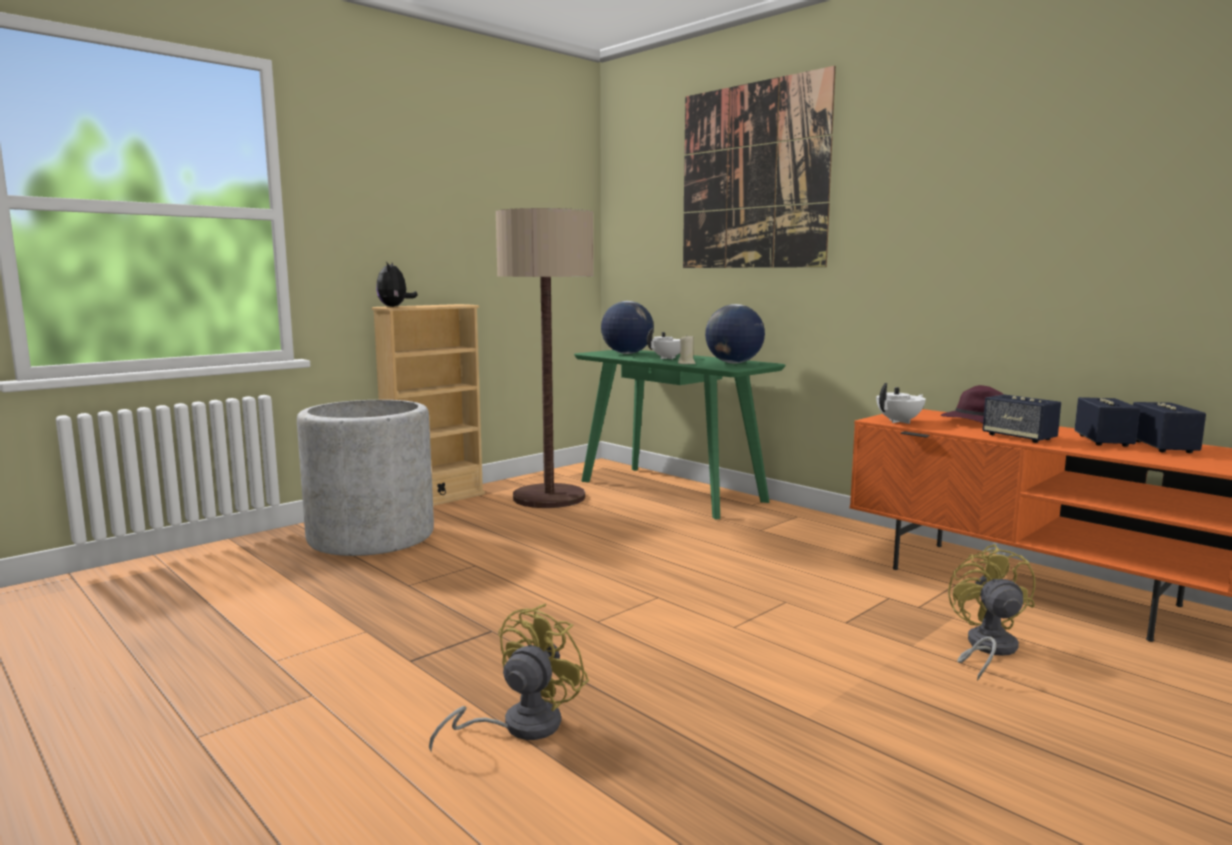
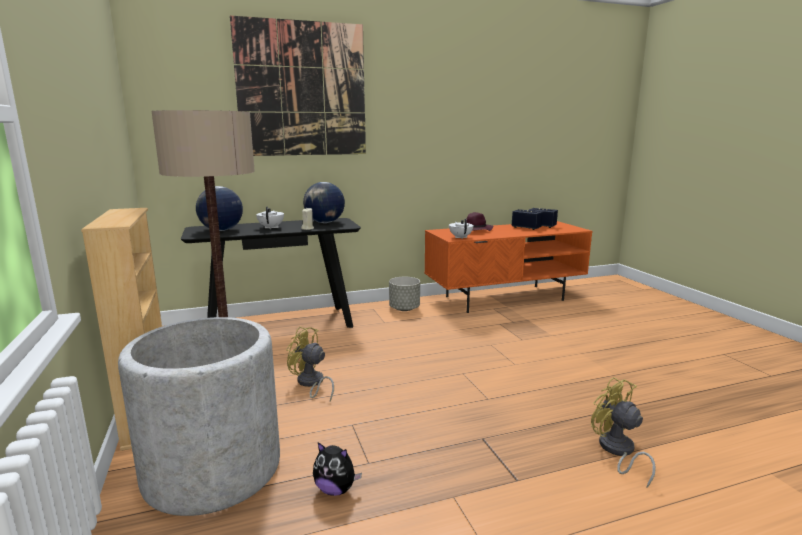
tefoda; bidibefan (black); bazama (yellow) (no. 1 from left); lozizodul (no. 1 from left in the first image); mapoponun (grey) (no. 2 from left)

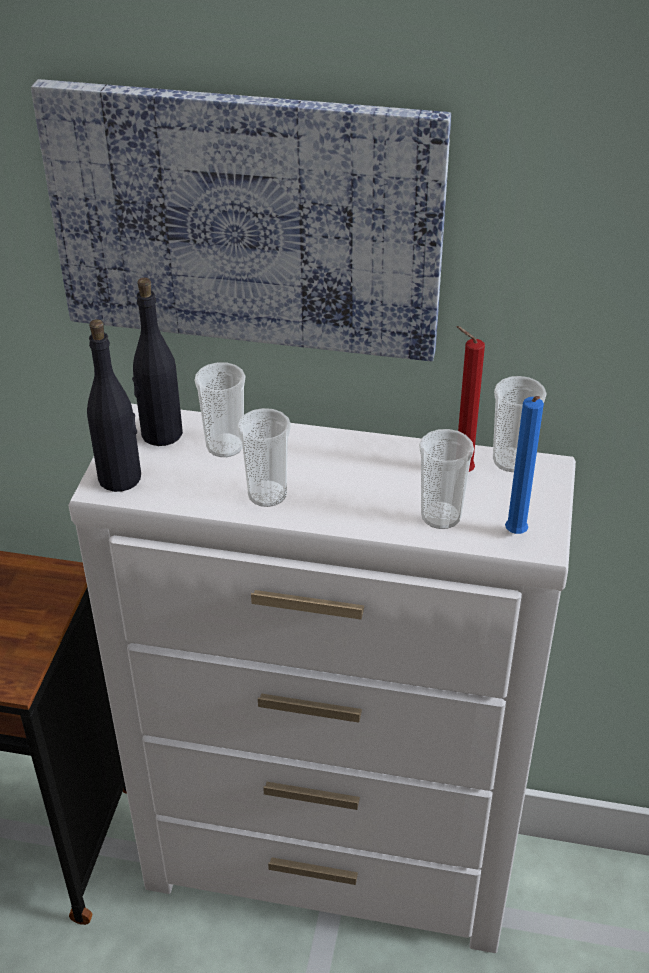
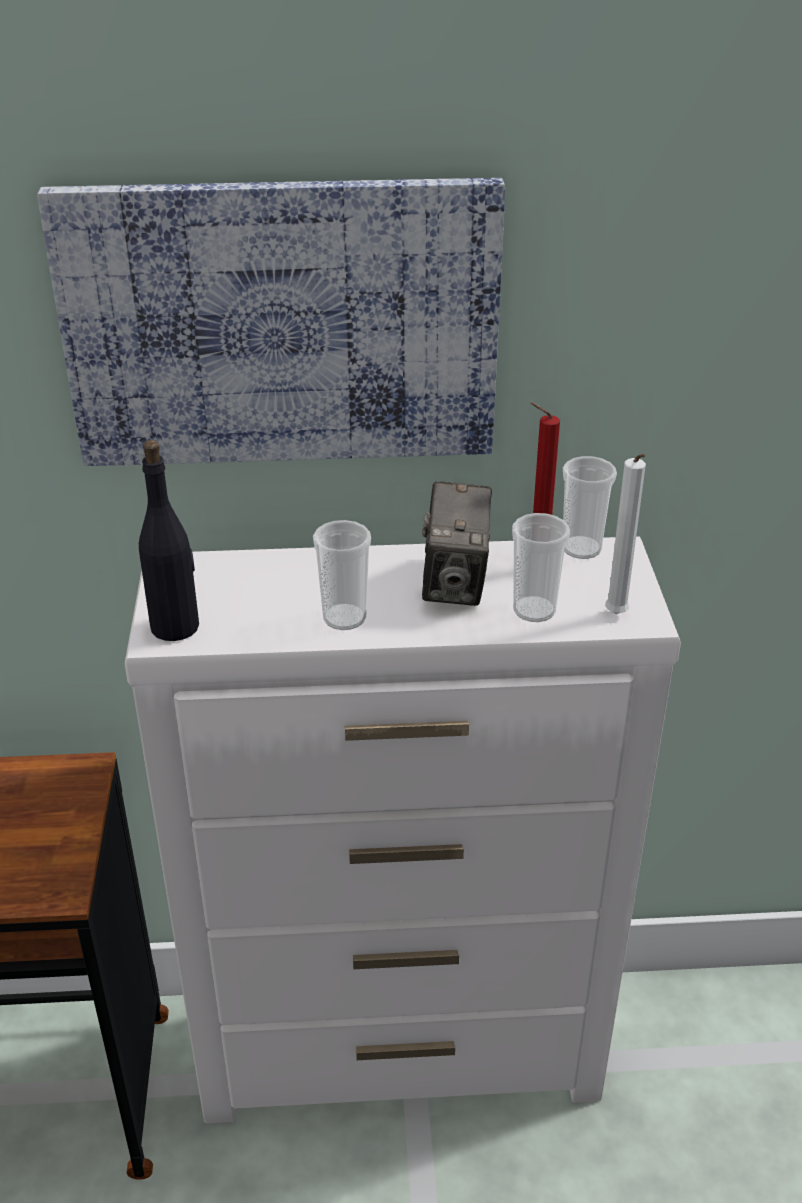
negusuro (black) (no. 2 from left in the first image); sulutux (no. 1 from left in the first image); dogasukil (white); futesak

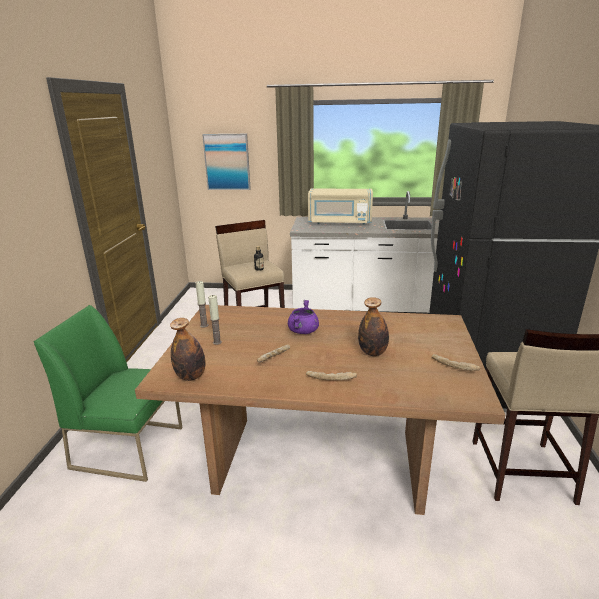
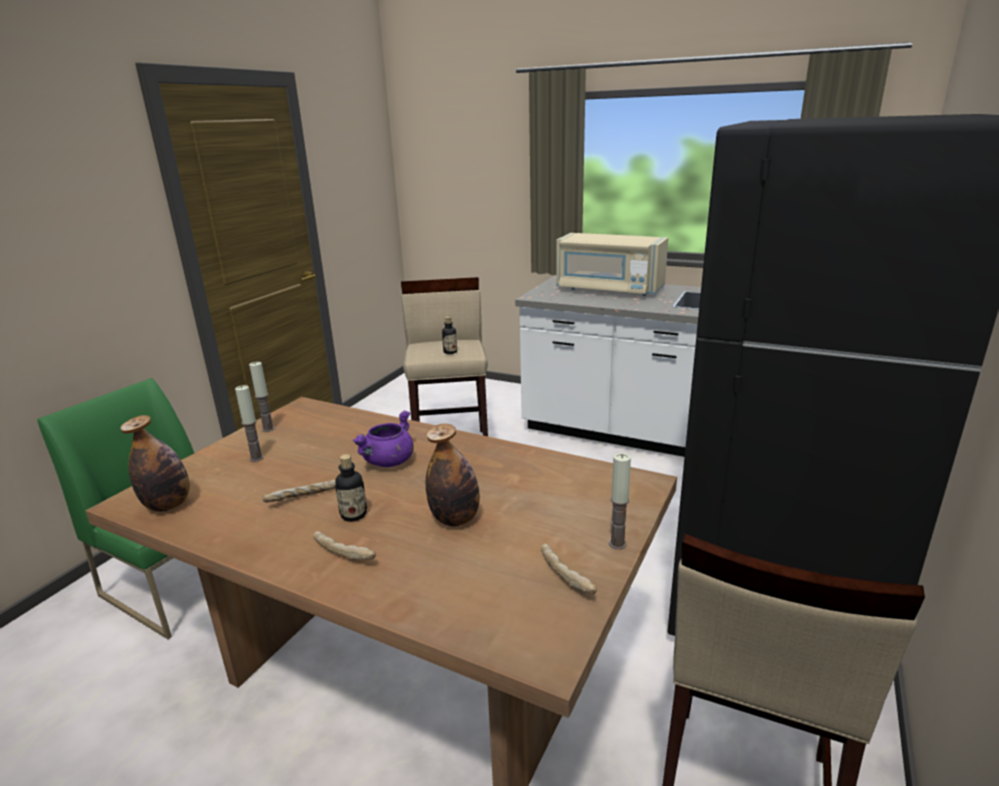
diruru; negusuro (no. 2 from left); dogasukil (no. 3 from left)

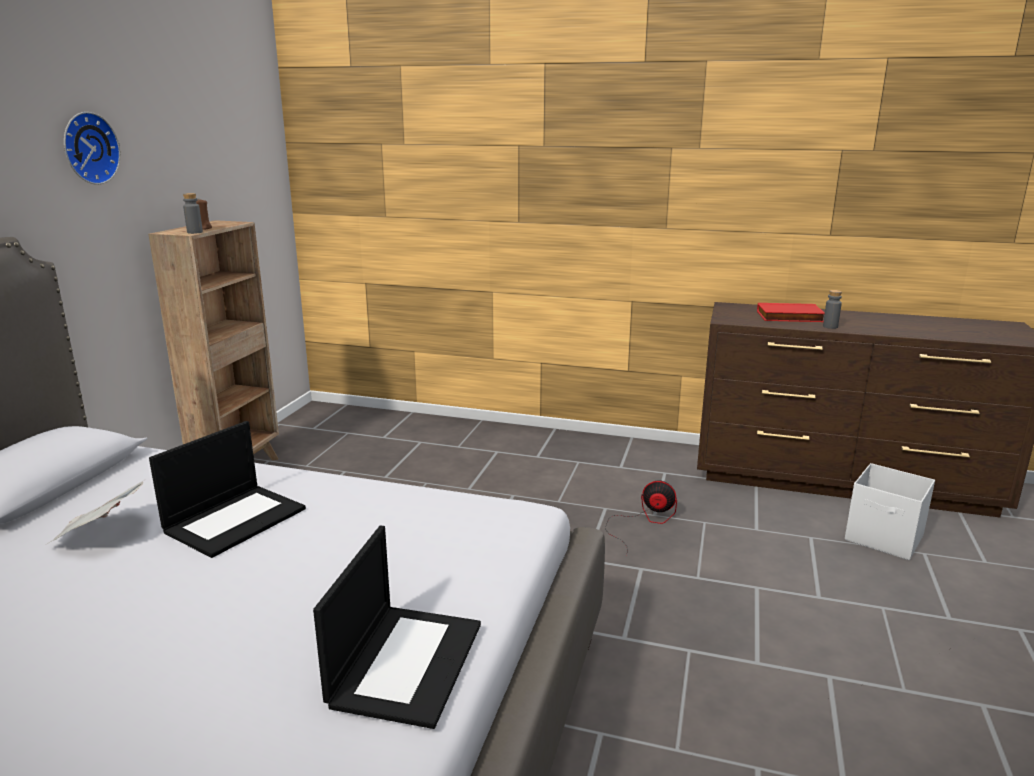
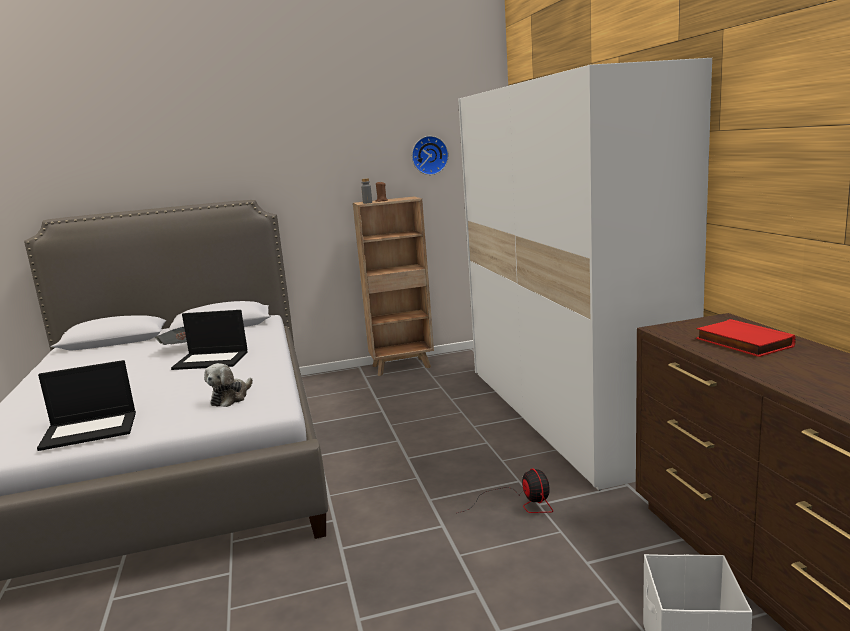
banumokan; negusuro (grey) (no. 2 from left in the first image); tefoda; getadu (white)

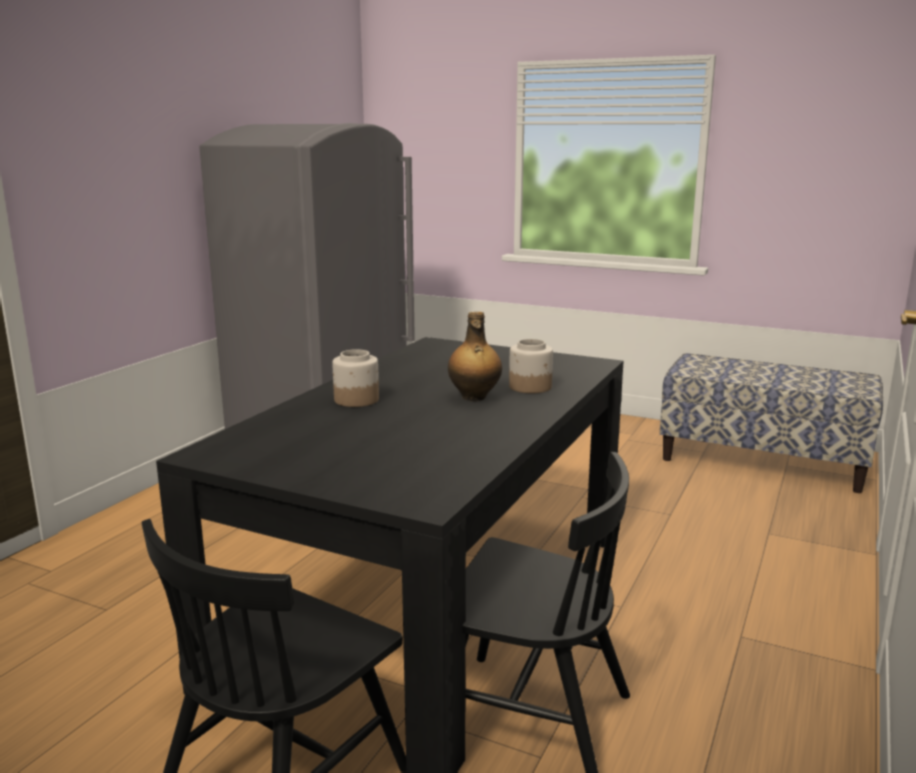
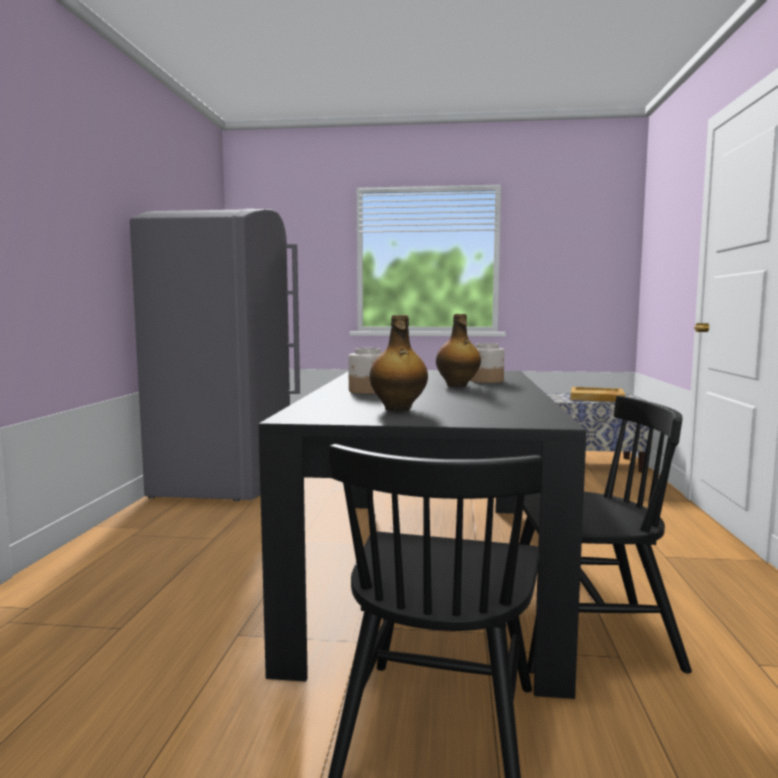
negusuro (no. 1 from left); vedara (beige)

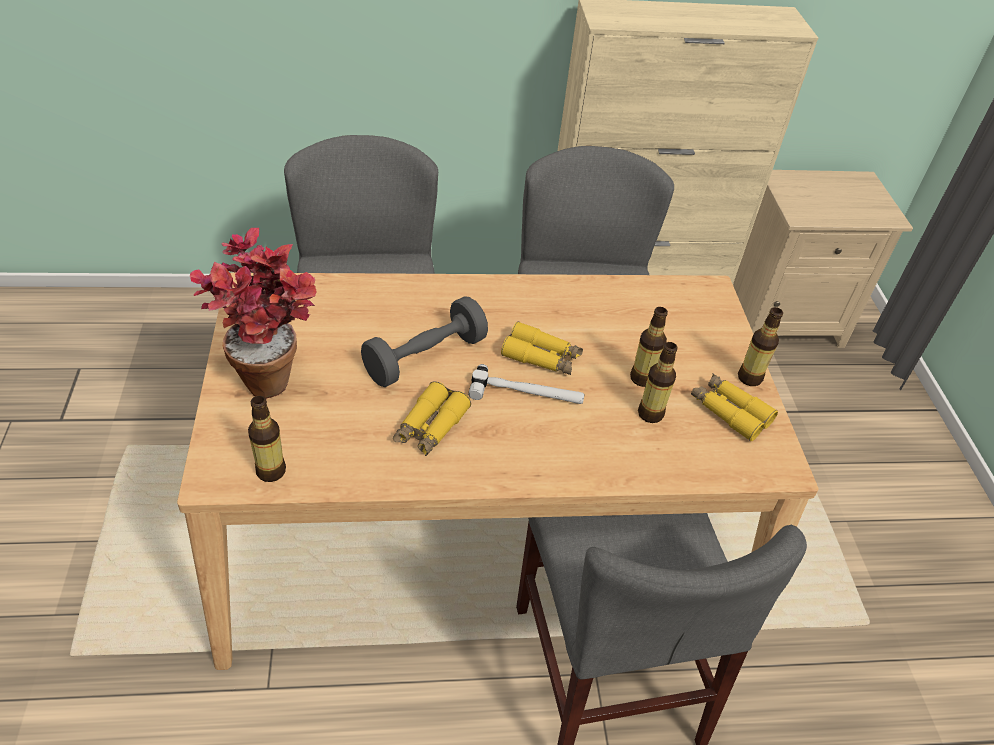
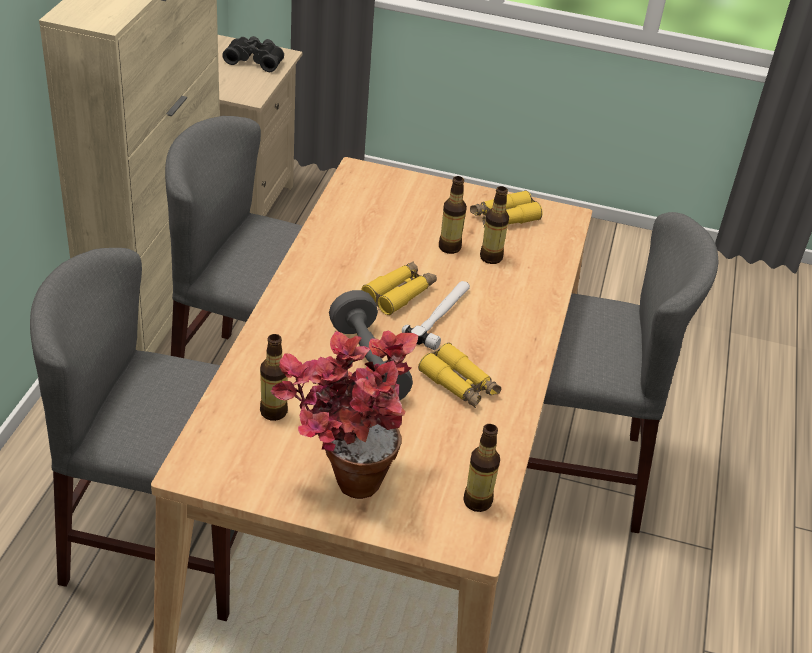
negusuro (no. 1 from left); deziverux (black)

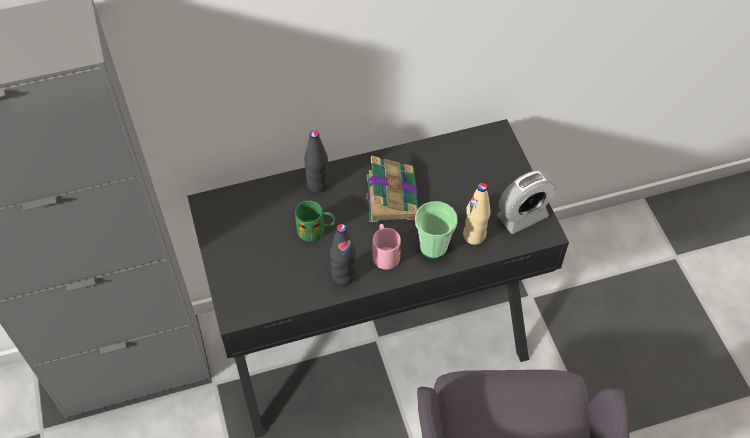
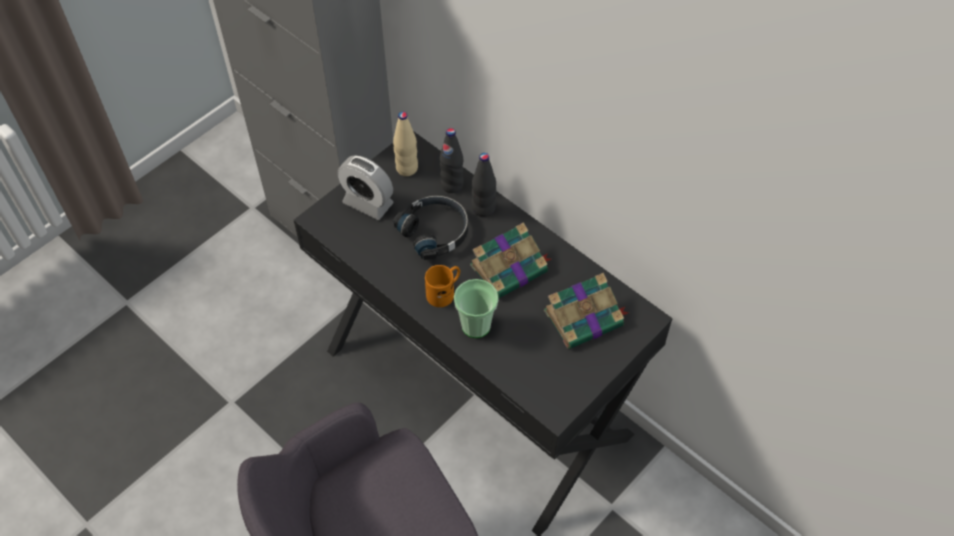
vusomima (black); negusuro (black) (no. 1 from left); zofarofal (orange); negusuro (beige); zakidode; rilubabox (no. 2 from left)

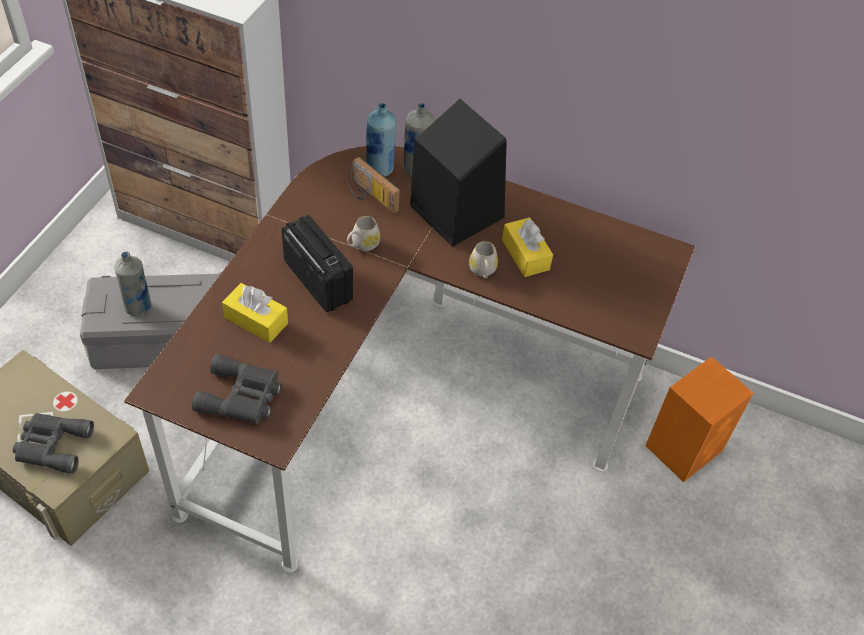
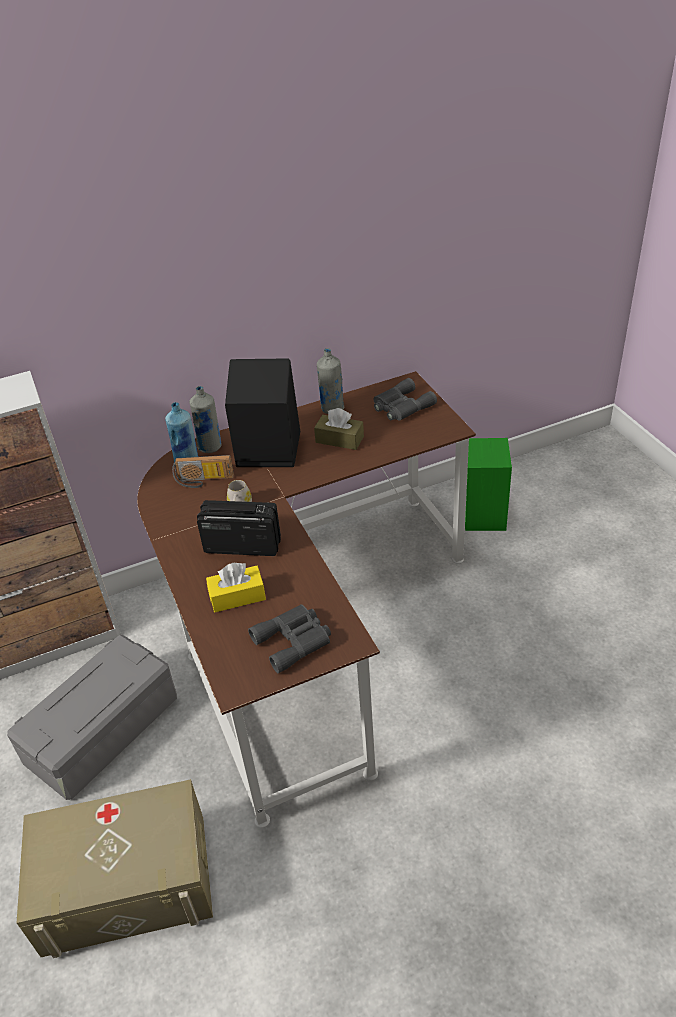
deziverux (grey) (no. 2 from left); negusuro (grey) (no. 2 from left); zofarofal (white) (no. 2 from left in the first image); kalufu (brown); lozizodul (green)

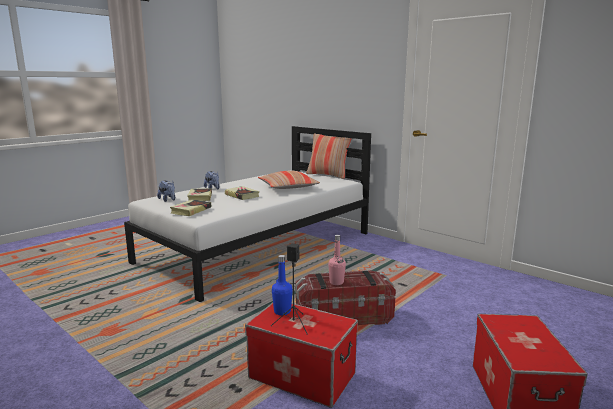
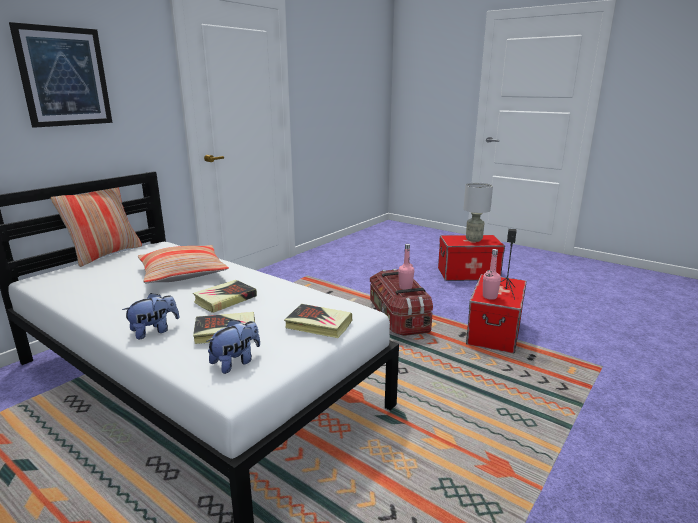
negusuro (pink) (no. 2 from left); diruru; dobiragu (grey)

